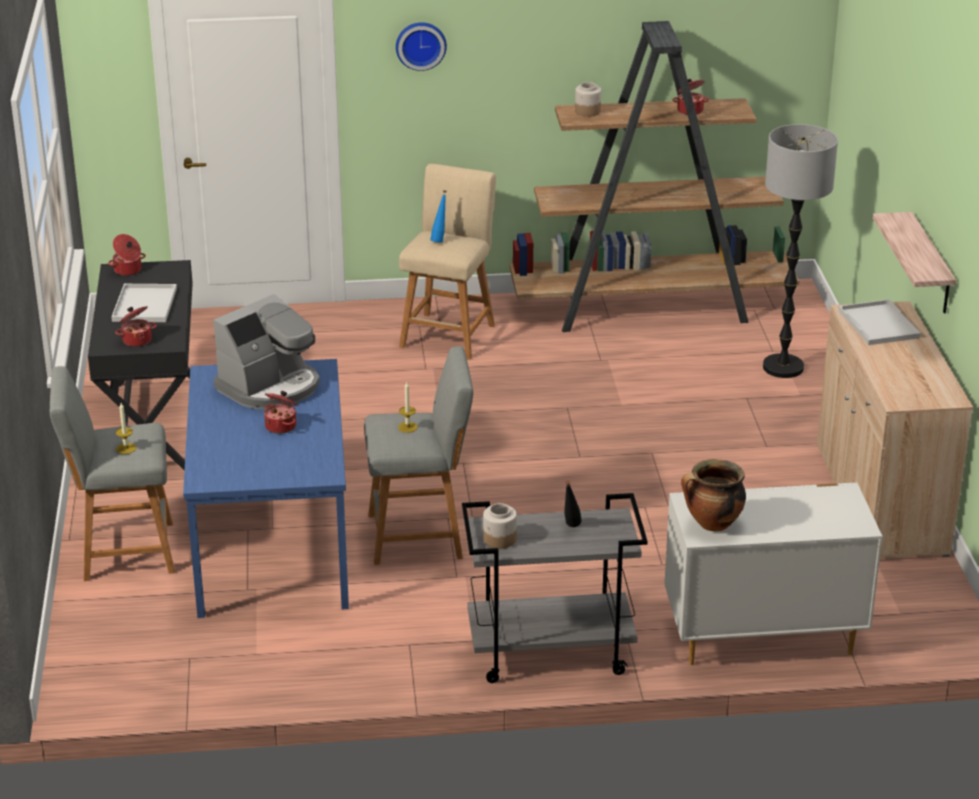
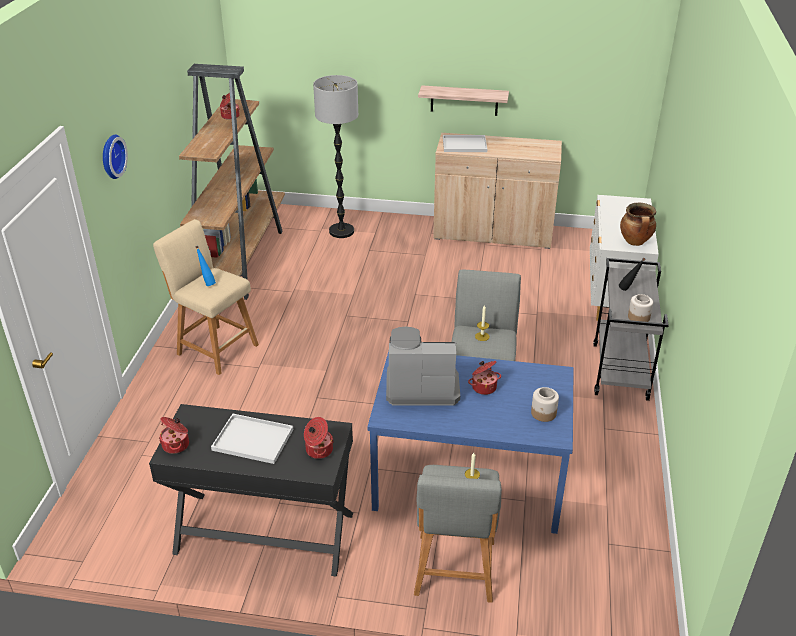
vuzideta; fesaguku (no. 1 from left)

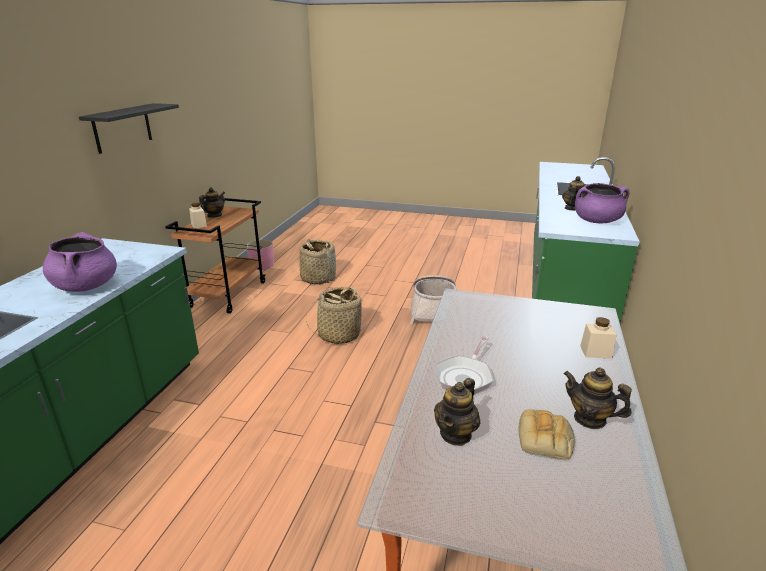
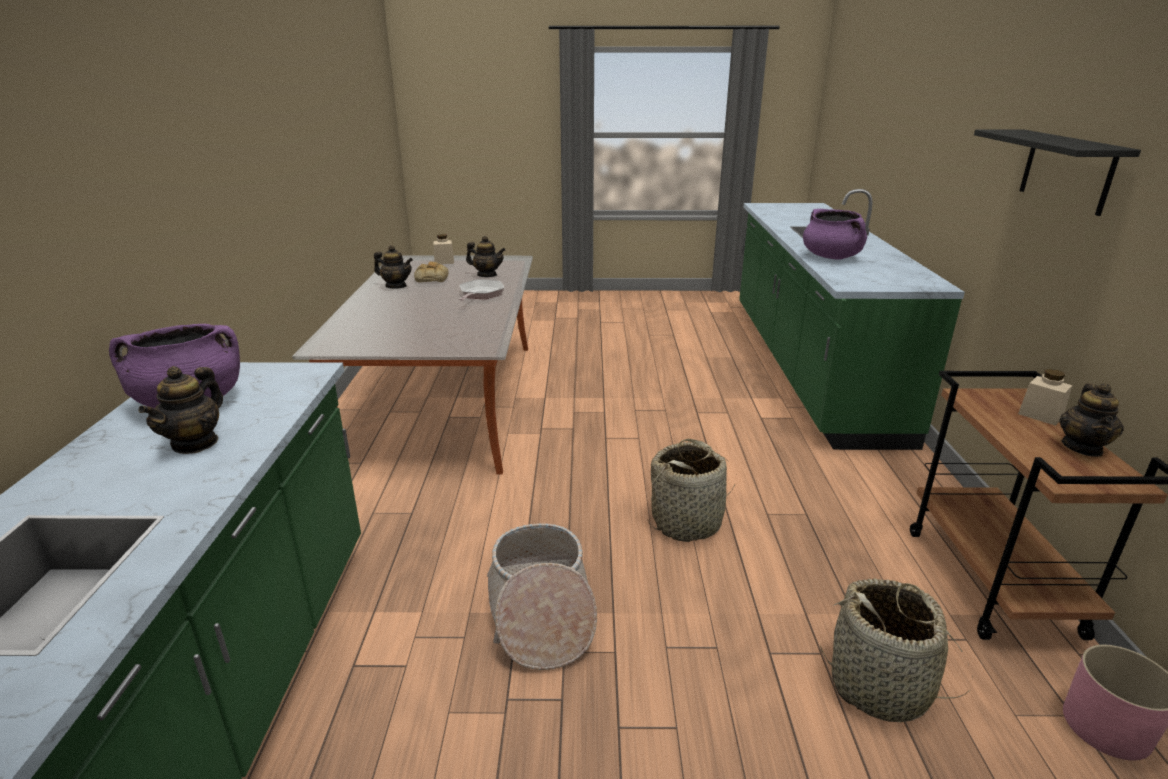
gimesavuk (no. 3 from left); fesaguku (beige) (no. 1 from left)

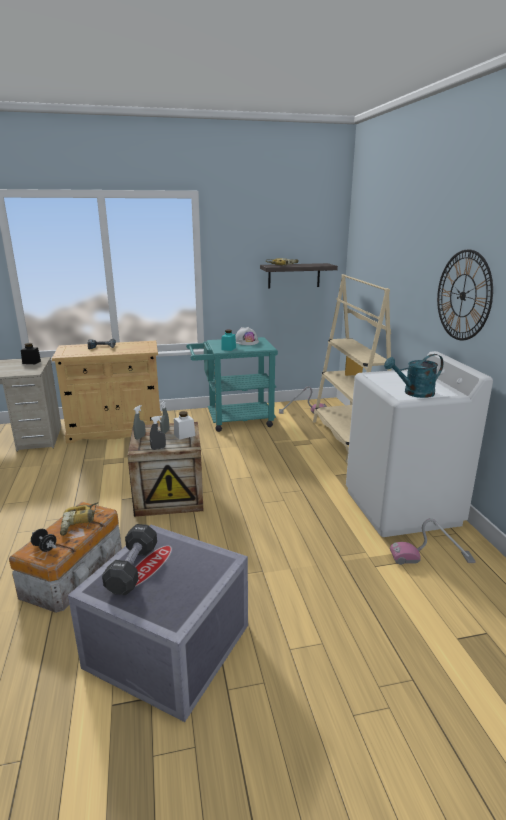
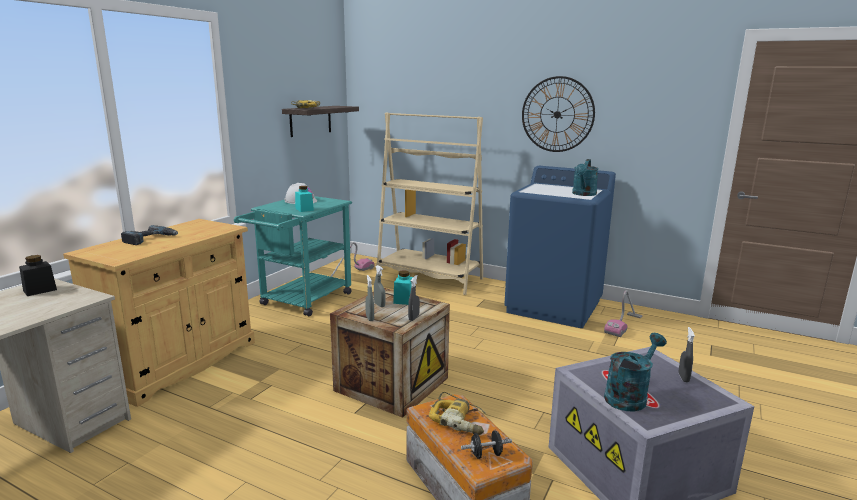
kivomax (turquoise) (no. 2 from left); fesaguku (turquoise) (no. 2 from left); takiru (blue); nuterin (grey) (no. 4 from left)

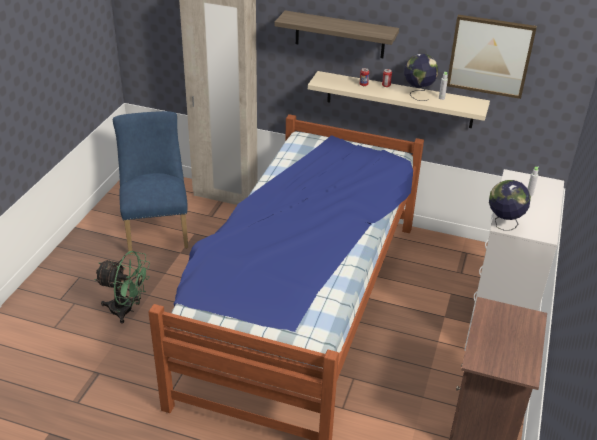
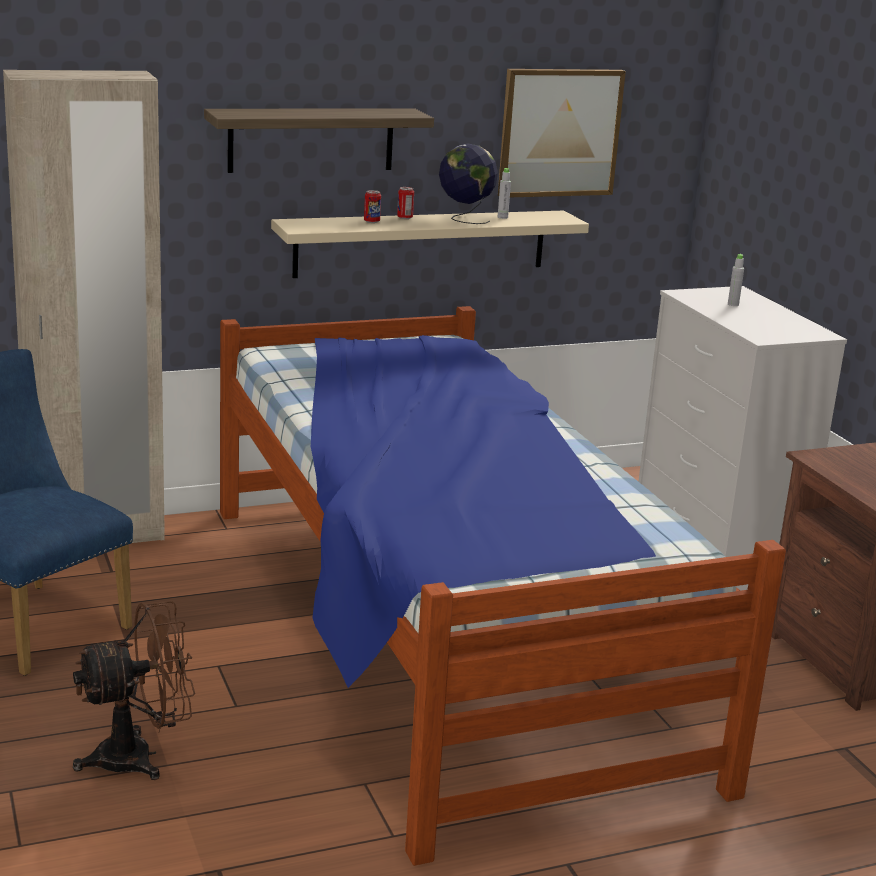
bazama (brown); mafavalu (no. 2 from left in the first image)

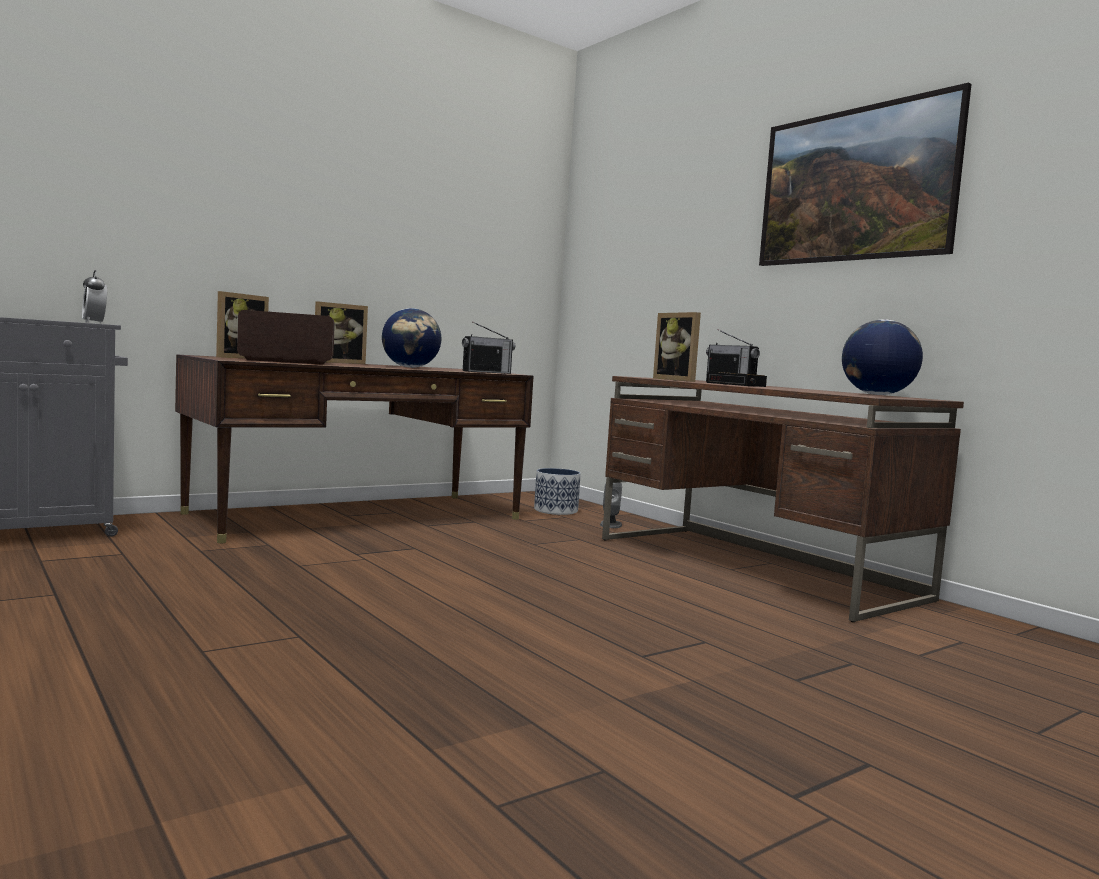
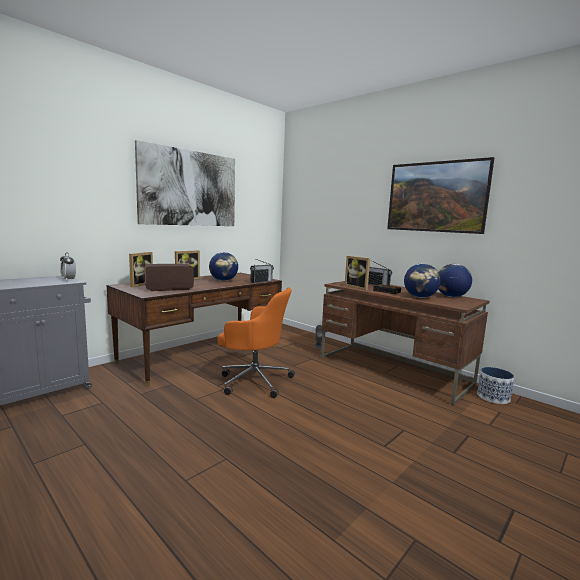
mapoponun; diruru (no. 1 from left); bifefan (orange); mafavalu (no. 2 from left)

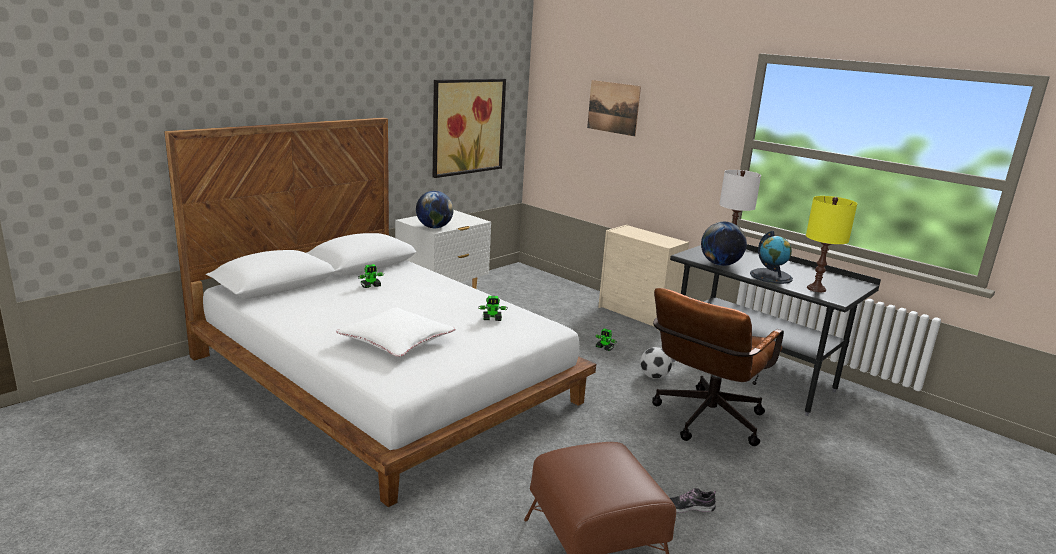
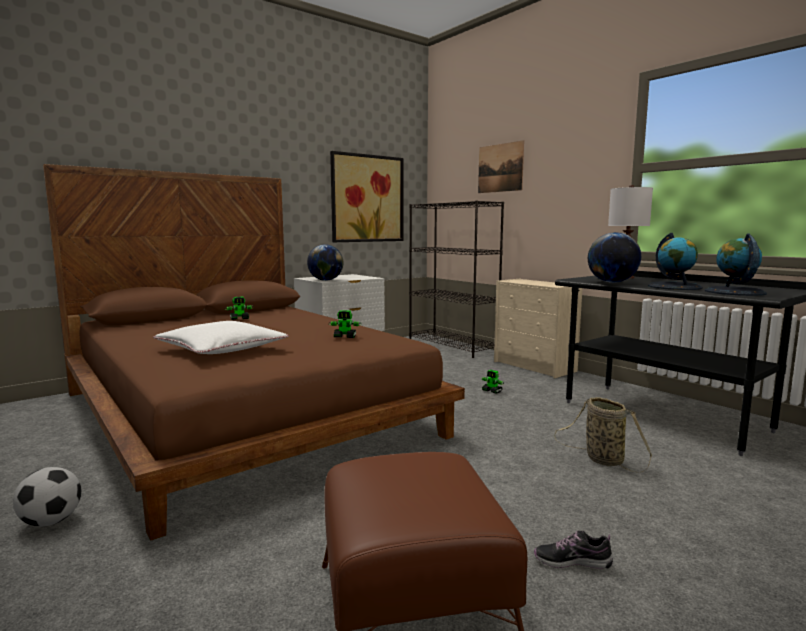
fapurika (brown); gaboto; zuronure; mafavalu (no. 4 from left); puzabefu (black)

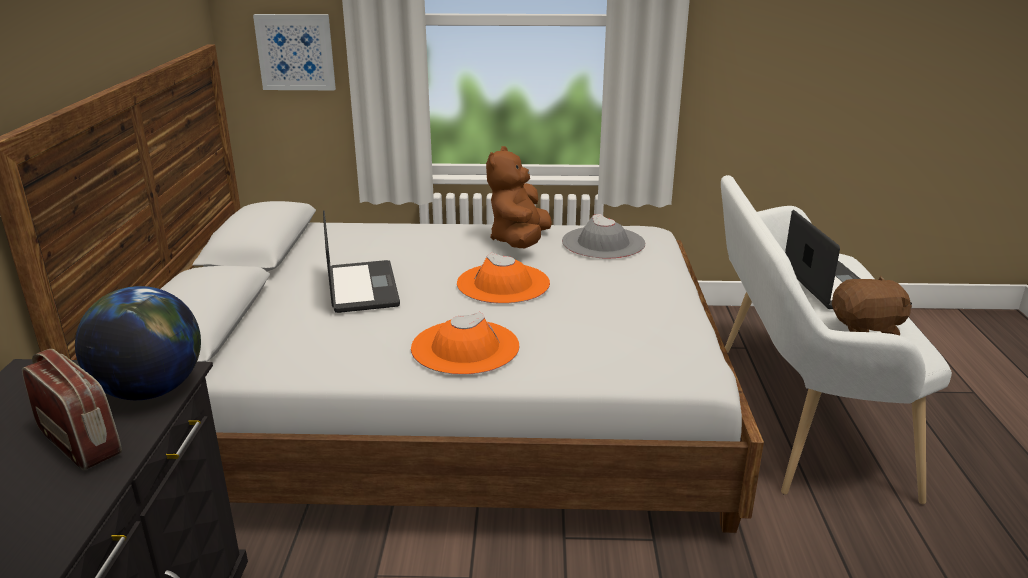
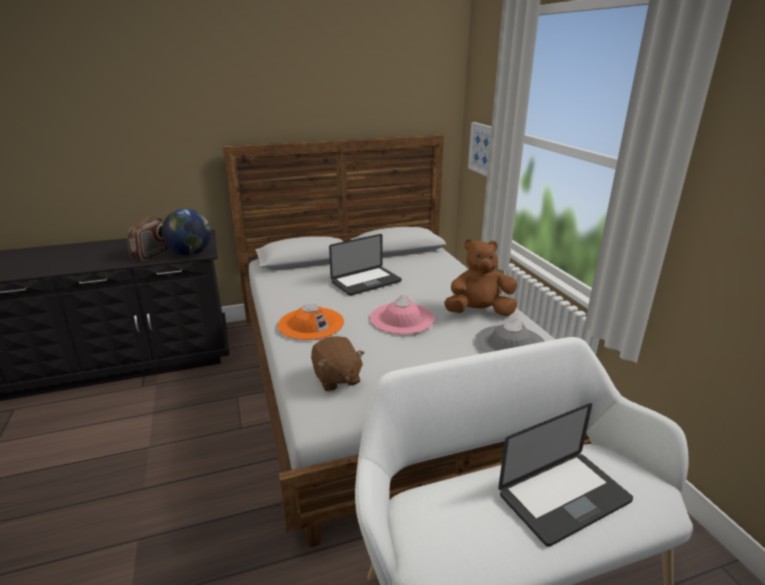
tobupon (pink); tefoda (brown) (no. 1 from left)

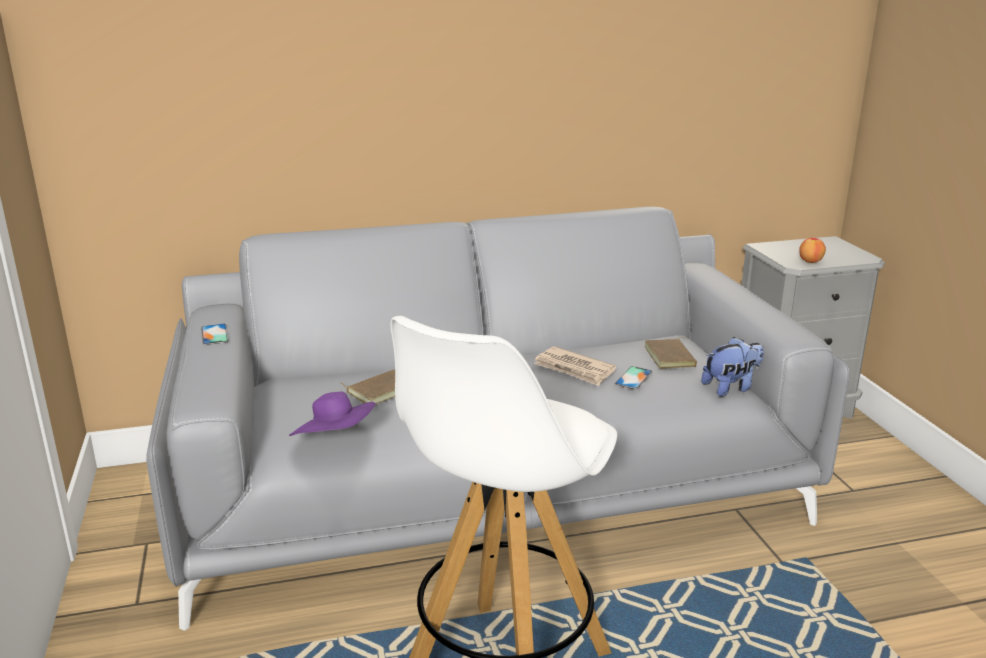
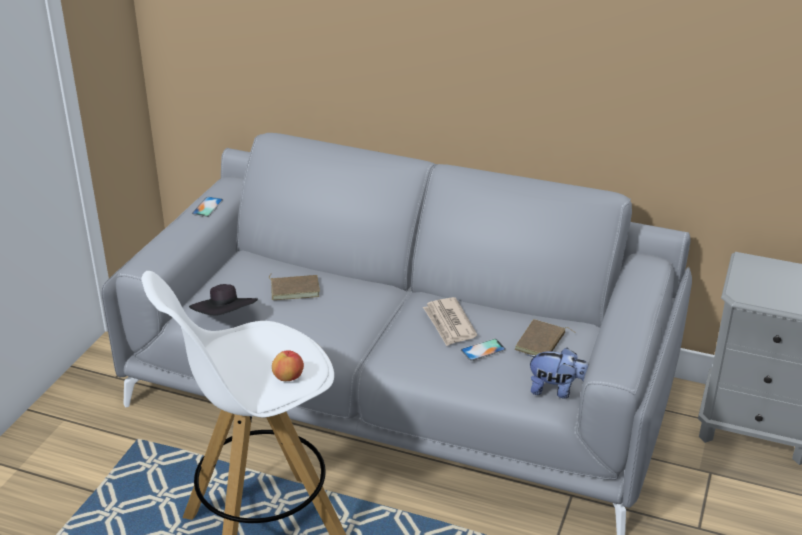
tobupon (black); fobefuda

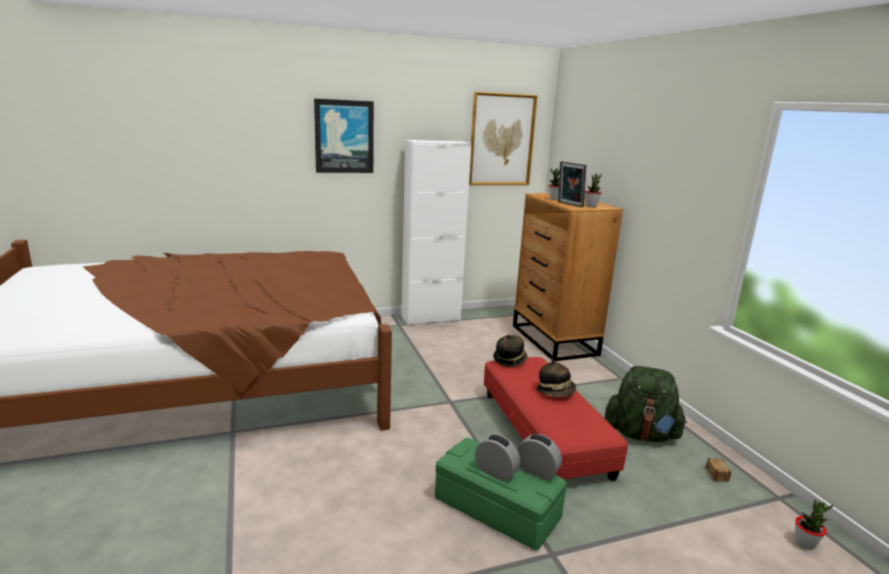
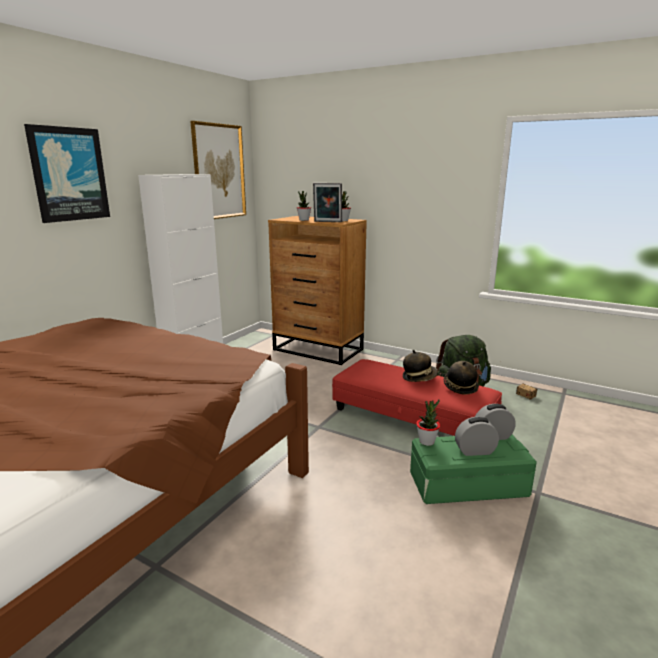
tobupon (no. 2 from left); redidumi (no. 3 from left)

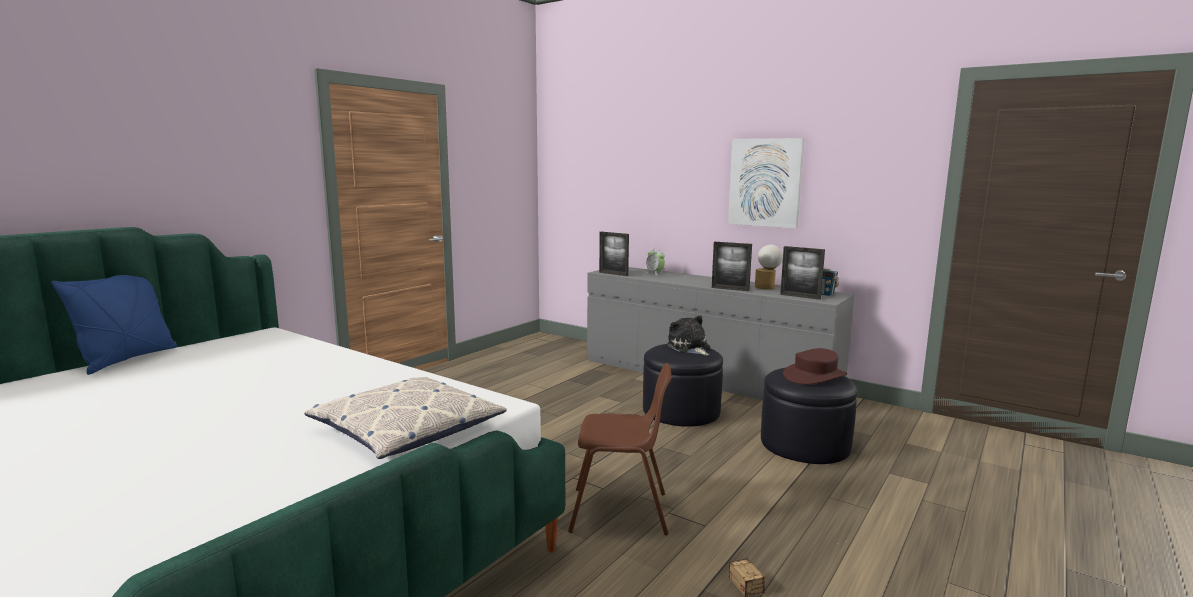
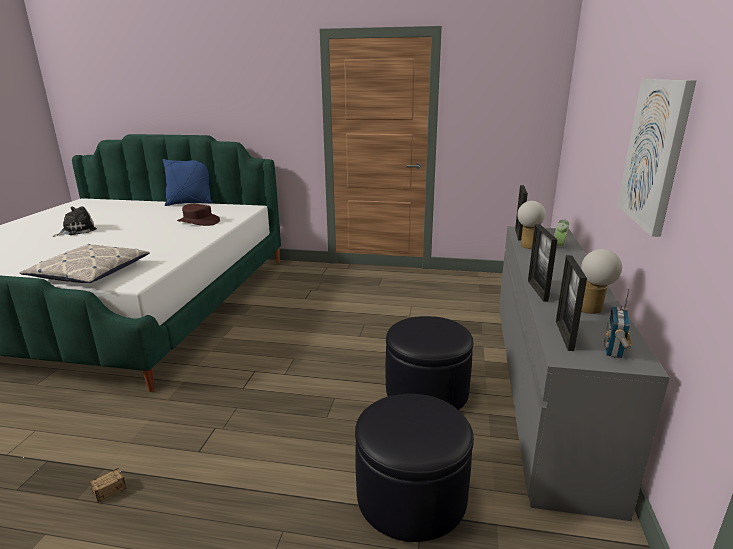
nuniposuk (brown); tefoda; tobupon (brown); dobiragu (no. 1 from left)

